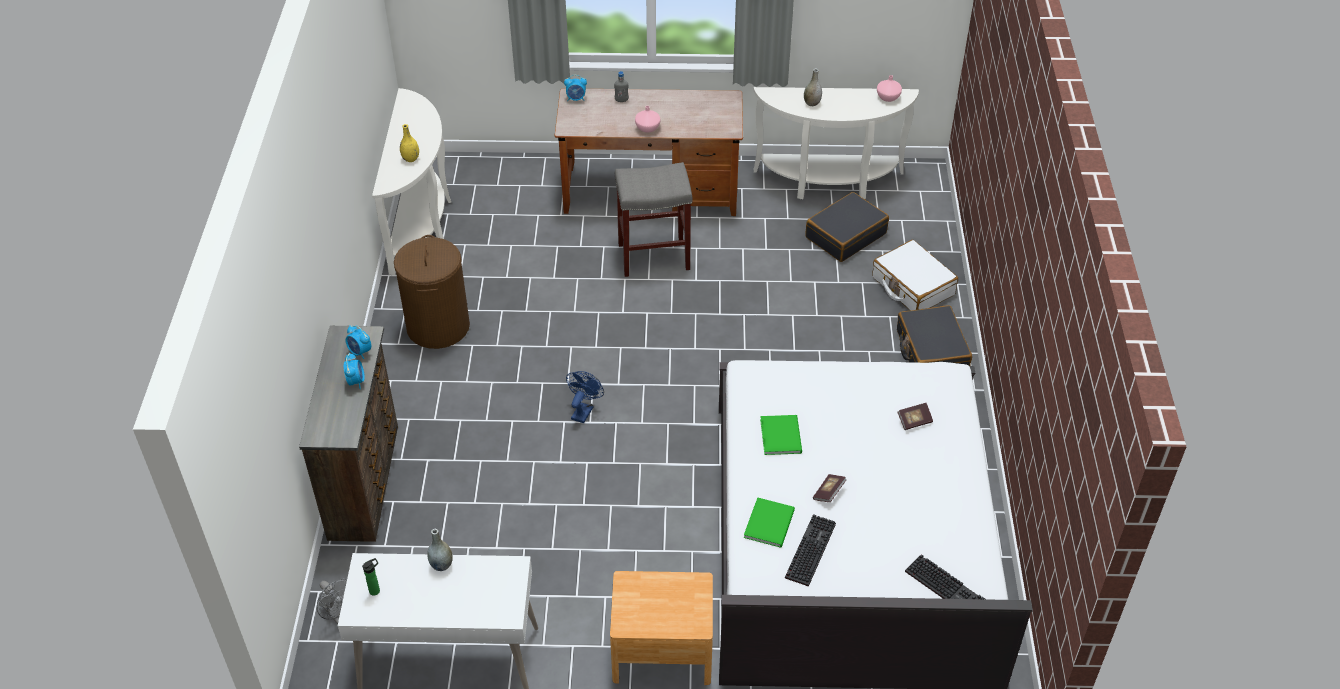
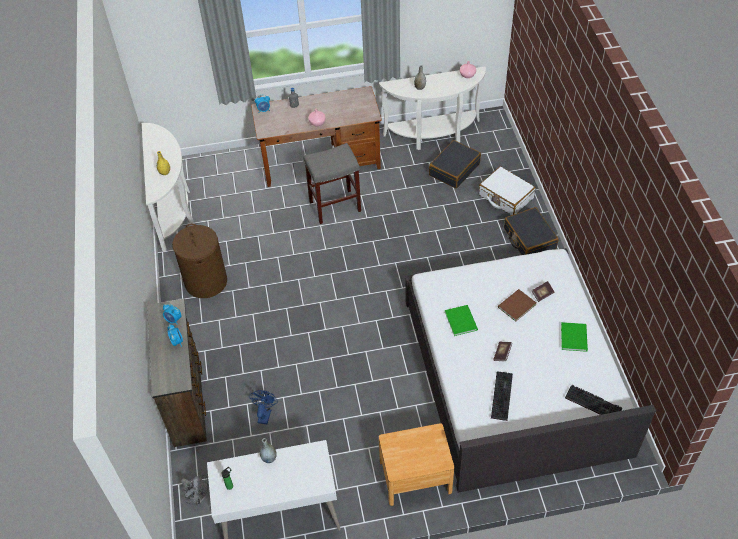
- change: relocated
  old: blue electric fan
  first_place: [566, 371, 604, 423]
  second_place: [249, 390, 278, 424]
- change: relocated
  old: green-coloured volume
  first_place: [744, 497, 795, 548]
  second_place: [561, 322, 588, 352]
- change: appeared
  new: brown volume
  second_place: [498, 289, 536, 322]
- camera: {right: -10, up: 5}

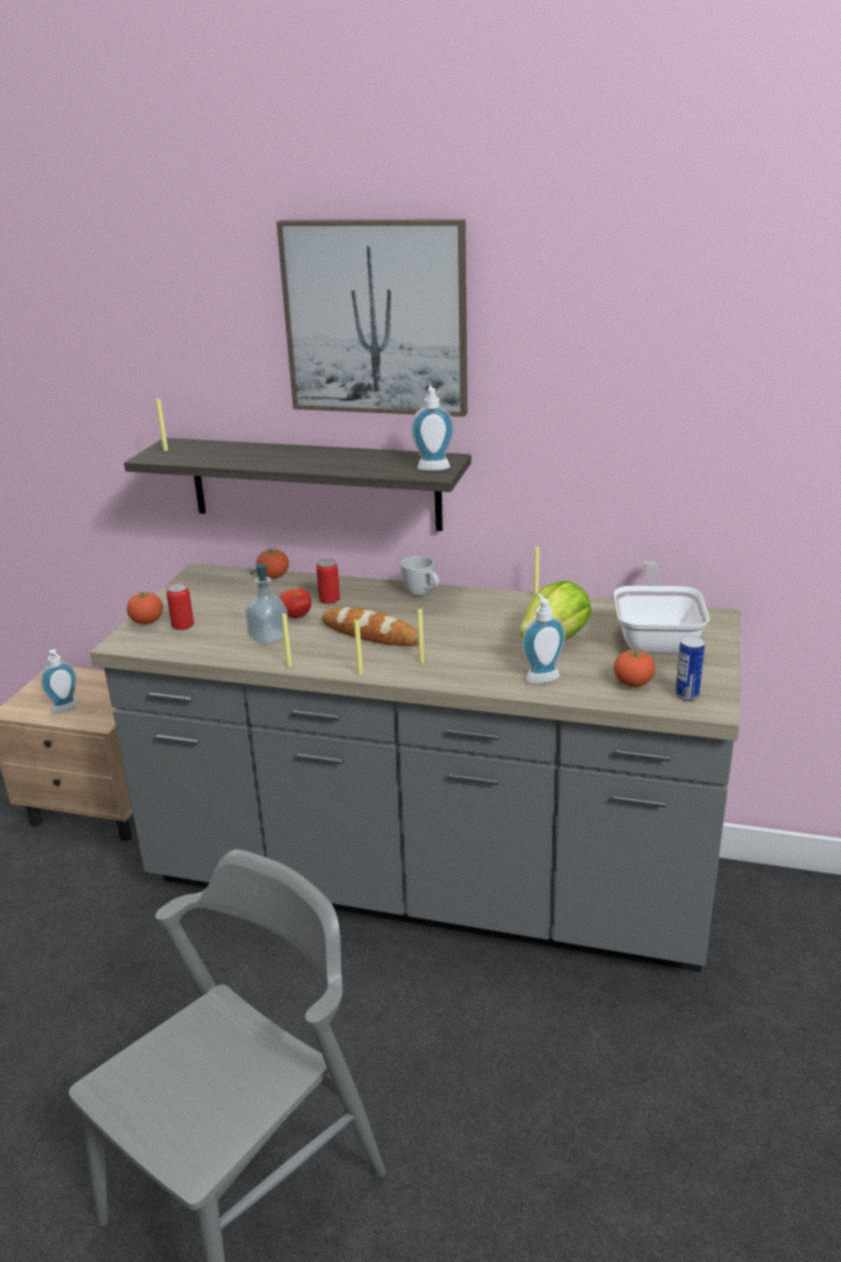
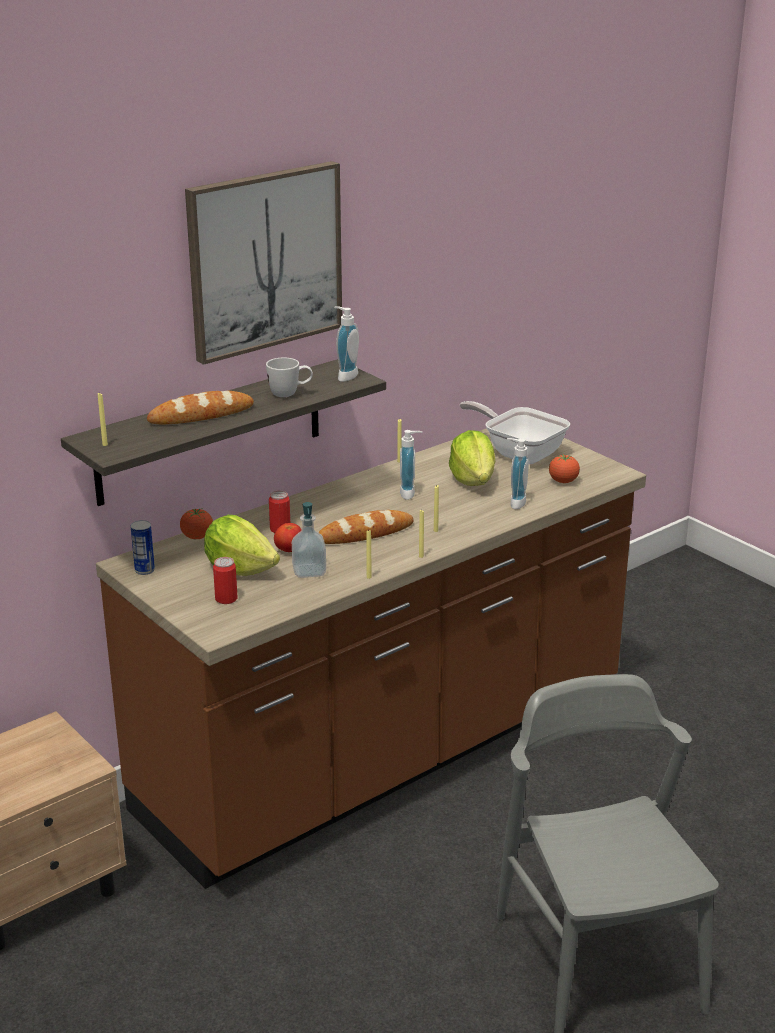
- change: relocated
  old: white mug
  first_place: [401, 556, 440, 596]
  second_place: [266, 357, 313, 397]
- change: colour
  old: gray kitchen counter
  new: brown kitchen counter
  first_place: [90, 563, 740, 972]
  second_place: [96, 428, 646, 889]
- change: missing
  old: tomato
  first_place: [127, 592, 163, 624]
- change: relocated
  old: metal can
  first_place: [675, 636, 705, 701]
  second_place: [131, 520, 155, 575]
- change: relocated
  old: soap bottle
  first_place: [41, 649, 79, 714]
  second_place: [400, 430, 422, 500]
- change: appeared
  new: bakery bread
  second_place: [147, 391, 254, 424]
- change: appeared
  new: lettuce head
  second_place: [204, 515, 280, 576]
- camera: {right: -55, up: 0}

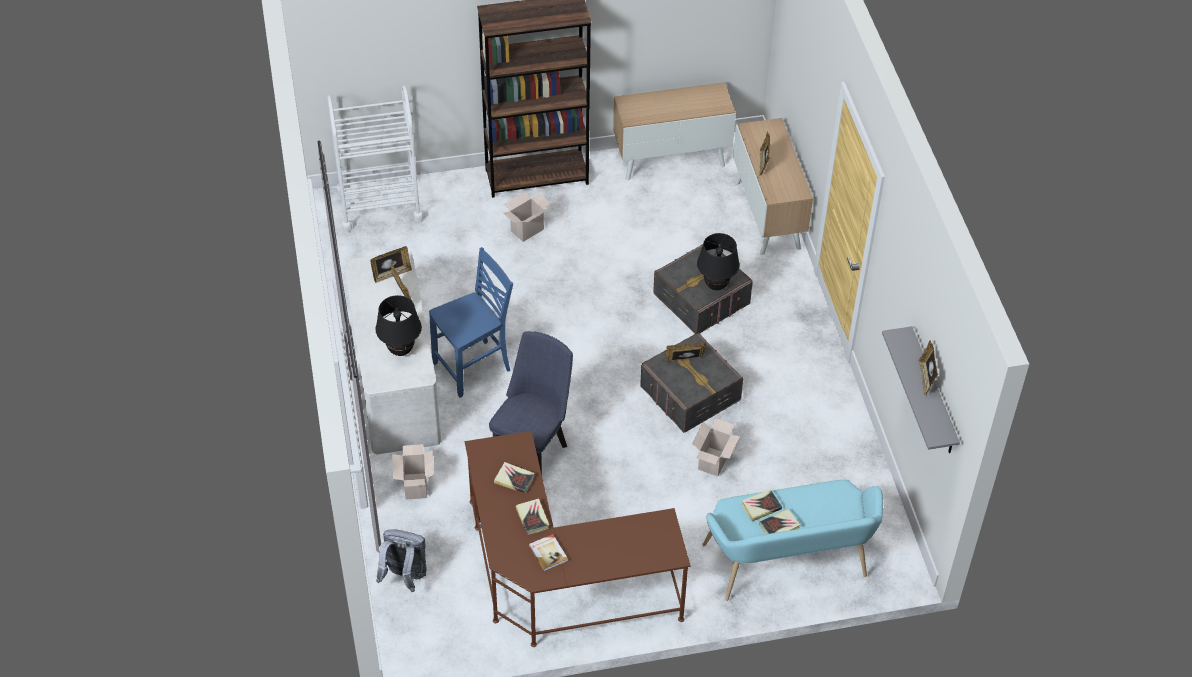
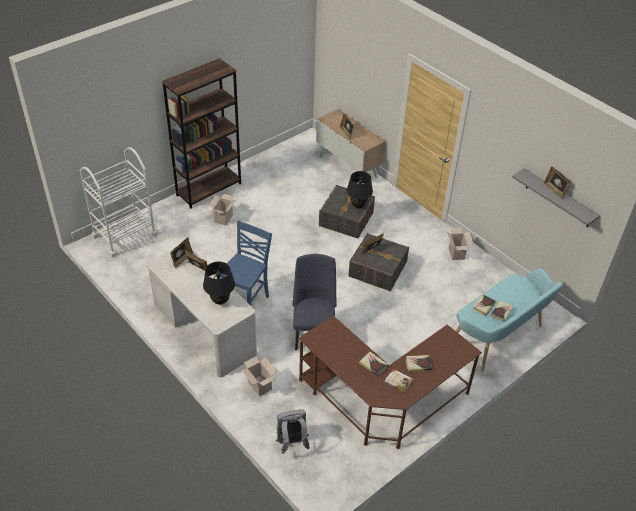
- change: missing
  old: cupboard
  first_place: [613, 82, 736, 180]
- change: relocated
  old: packing box
  first_place: [692, 418, 740, 476]
  second_place: [447, 227, 474, 260]
- change: relocated
  old: volume
  first_place: [494, 462, 535, 494]
  second_place: [406, 355, 432, 372]
- camera: {right: -30, up: -5}

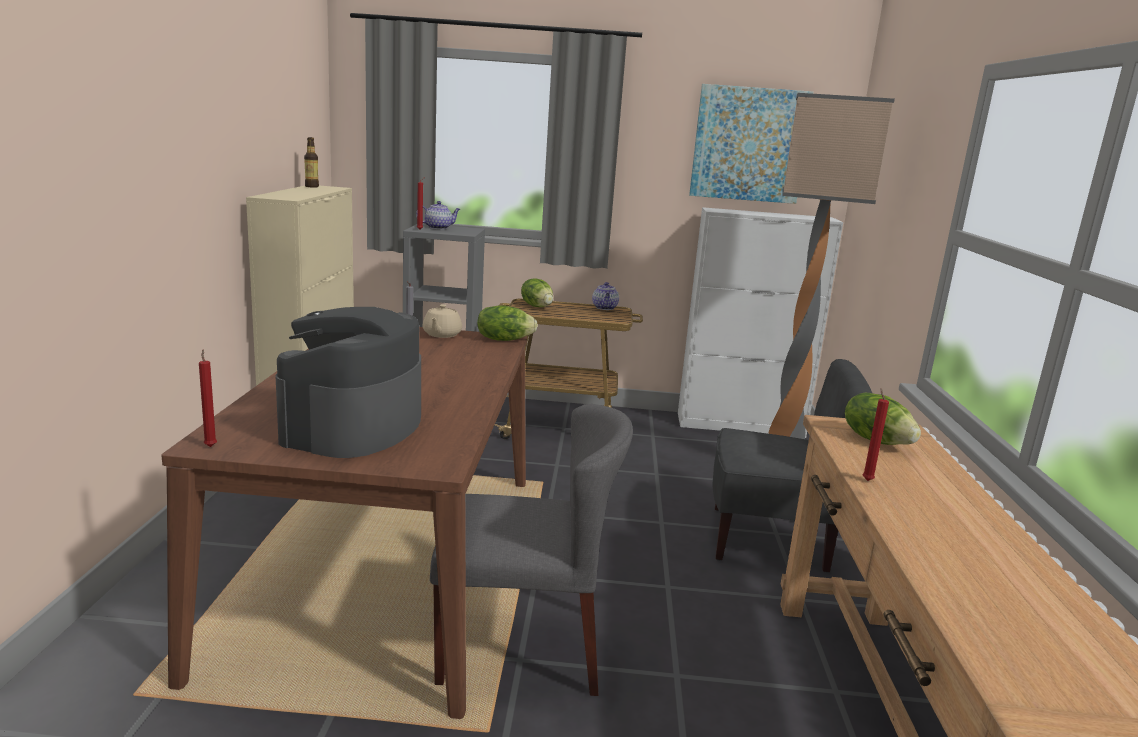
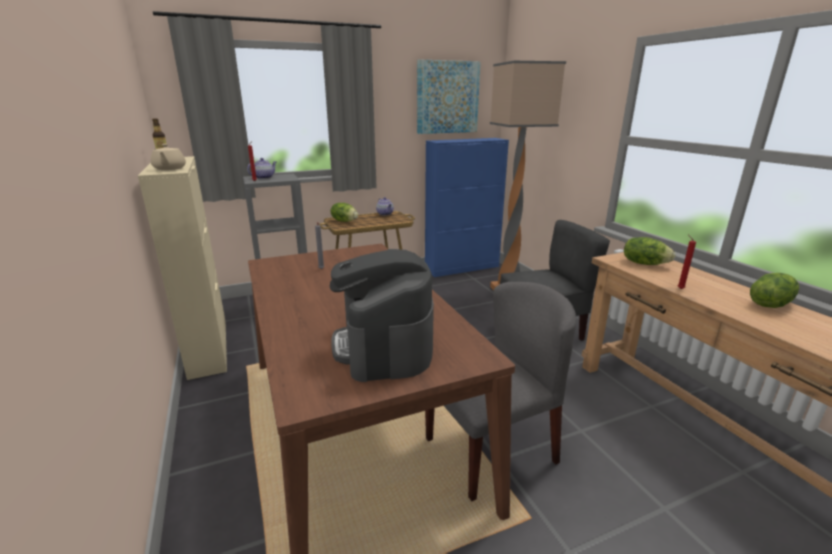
- change: colour
  old: white cupboard
  new: blue cupboard
  first_place: [678, 207, 843, 438]
  second_place: [425, 138, 509, 277]
- change: relocated
  old: beige pot for tea
  first_place: [423, 304, 462, 338]
  second_place: [151, 144, 186, 170]
- change: relocated
  old: lettuce head
  first_place: [477, 305, 538, 341]
  second_place: [750, 273, 799, 308]
- change: missing
  old: reddish wax candle
  first_place: [199, 350, 217, 447]
- camera: {right: -25, up: 5}

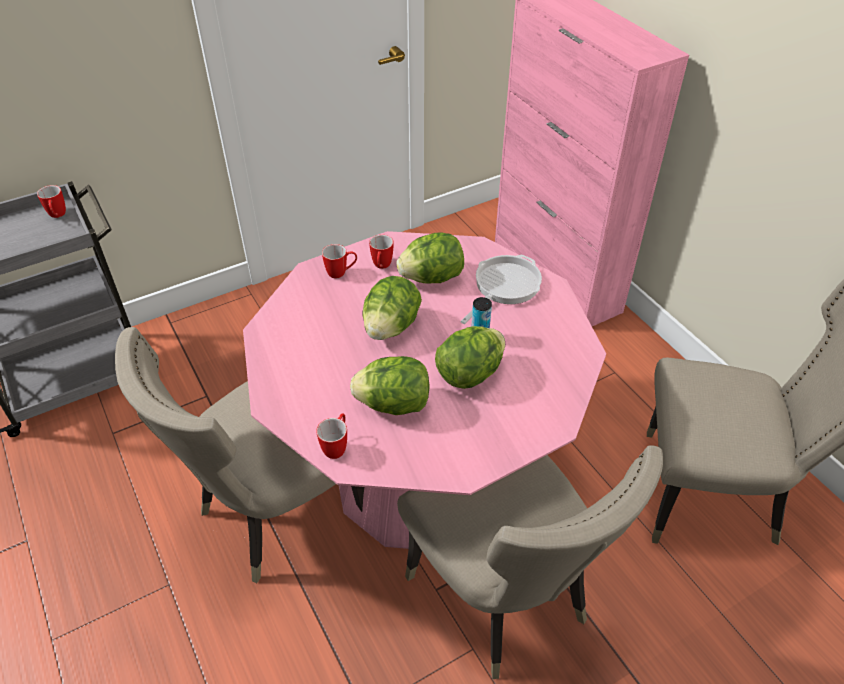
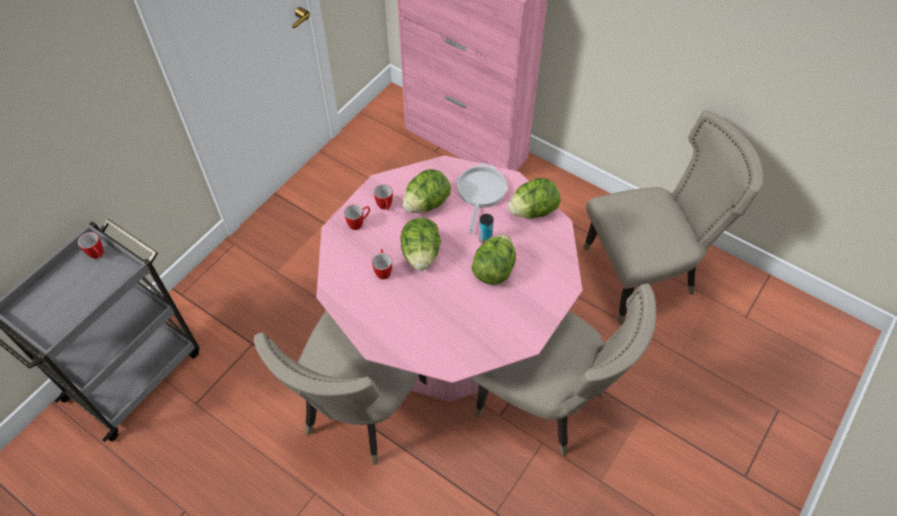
- change: relocated
  old: lettuce head
  first_place: [350, 356, 430, 415]
  second_place: [508, 178, 560, 219]
- change: relocated
  old: mug
  first_place: [316, 414, 347, 459]
  second_place: [372, 249, 392, 279]
- camera: {right: -25, up: 10}

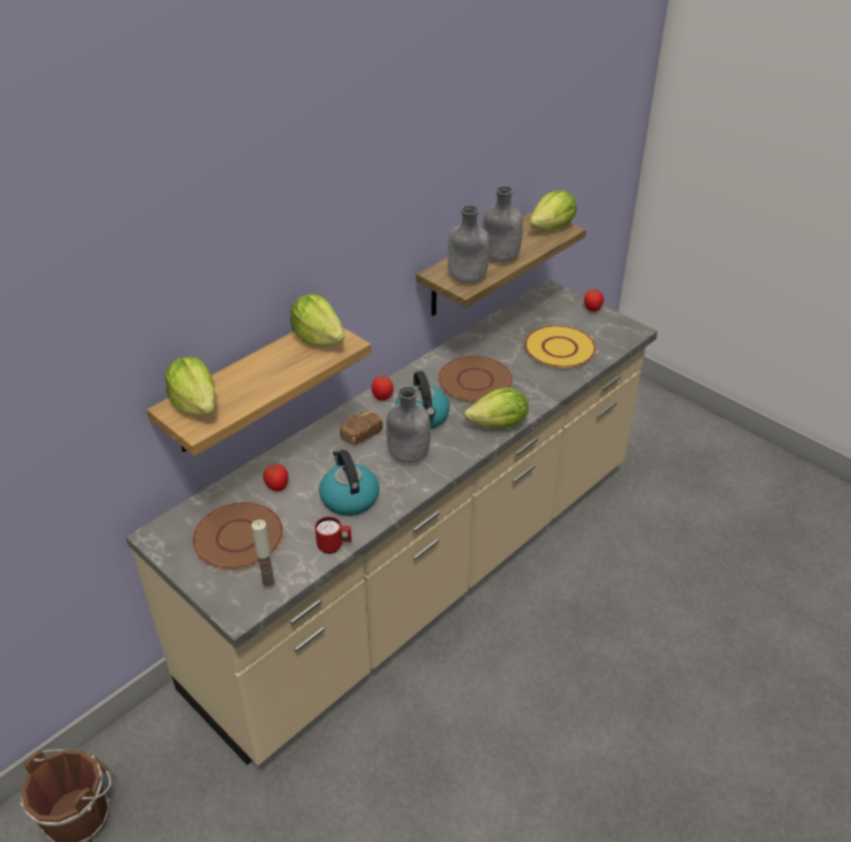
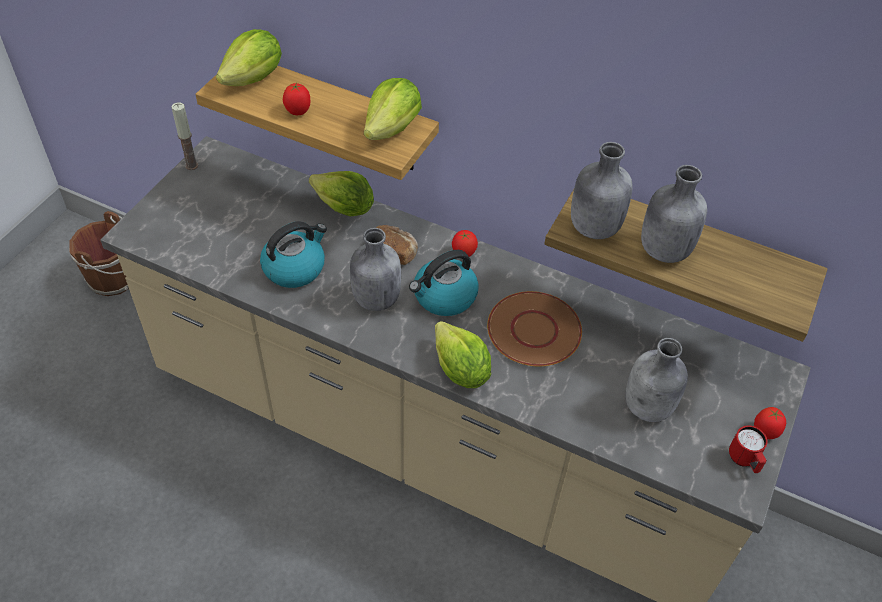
- change: relocated
  old: lettuce head
  first_place: [529, 190, 577, 231]
  second_place: [309, 171, 374, 217]
- change: exchanged
  old: yellow plate
  new: gray bottle
  first_place: [525, 325, 596, 368]
  second_place: [625, 338, 688, 422]
- change: relocated
  old: tomato
  first_place: [263, 464, 289, 491]
  second_place: [283, 82, 310, 115]
- change: missing
  old: brown plate
  first_place: [193, 502, 283, 569]
- change: relocated
  old: reddish mug
  first_place: [315, 516, 352, 554]
  second_place: [729, 425, 767, 473]
- change: relocated
  old: wax candle
  first_place: [251, 520, 276, 589]
  second_place: [171, 102, 198, 170]
- camera: {right: 70, up: 10}

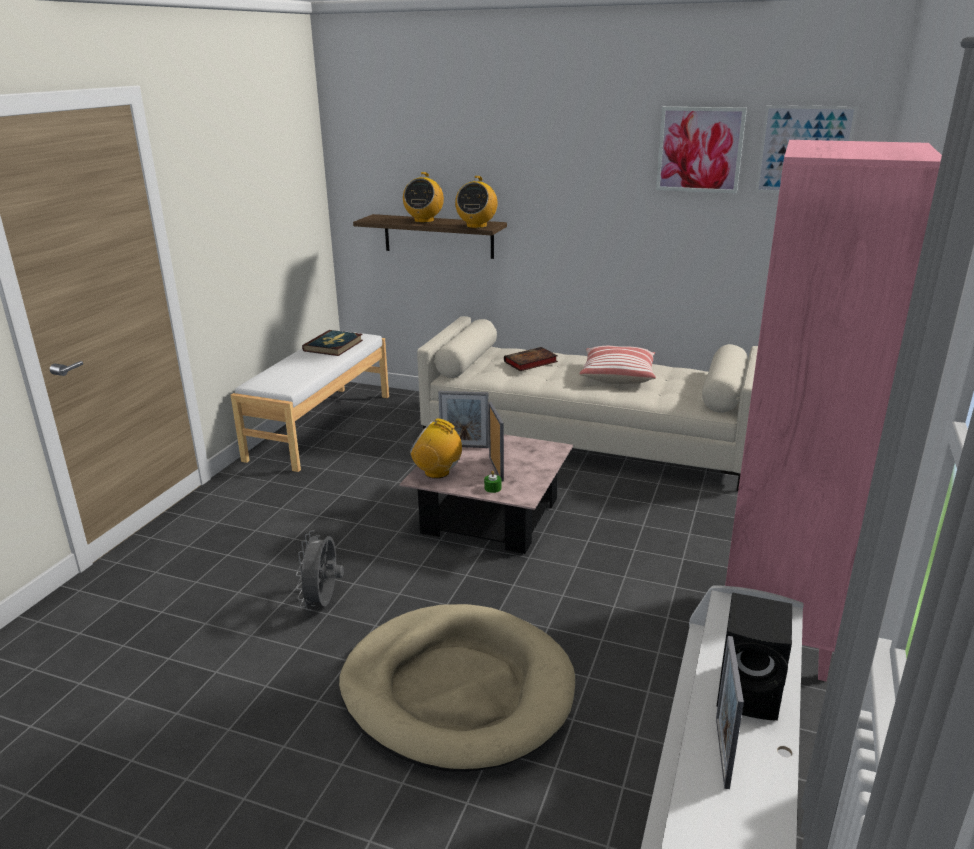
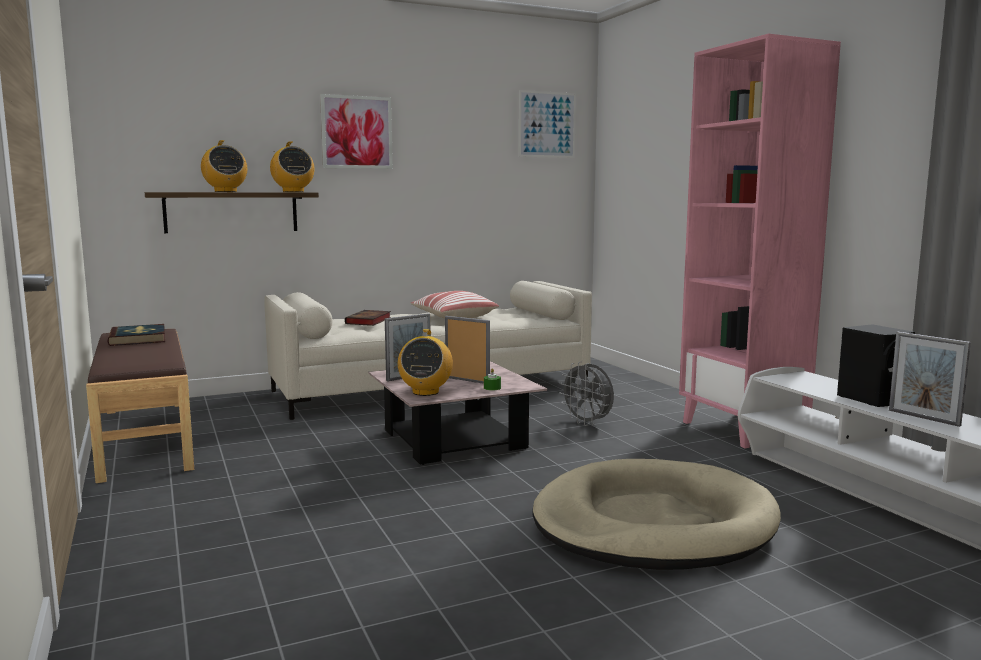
- change: relocated
  old: wall picture
  first_place: [656, 107, 747, 194]
  second_place: [320, 94, 393, 169]
- change: colour
  old: white long seat
  new: brown long seat
  first_place: [231, 331, 389, 472]
  second_place: [86, 329, 194, 483]
- change: spun
  old: radio
  first_place: [410, 418, 466, 479]
  second_place: [398, 329, 453, 396]
  degrees: -60
- change: relocated
  old: gray electric fan
  first_place: [296, 531, 344, 610]
  second_place: [559, 362, 614, 426]
- camera: {right: -45, up: -15}

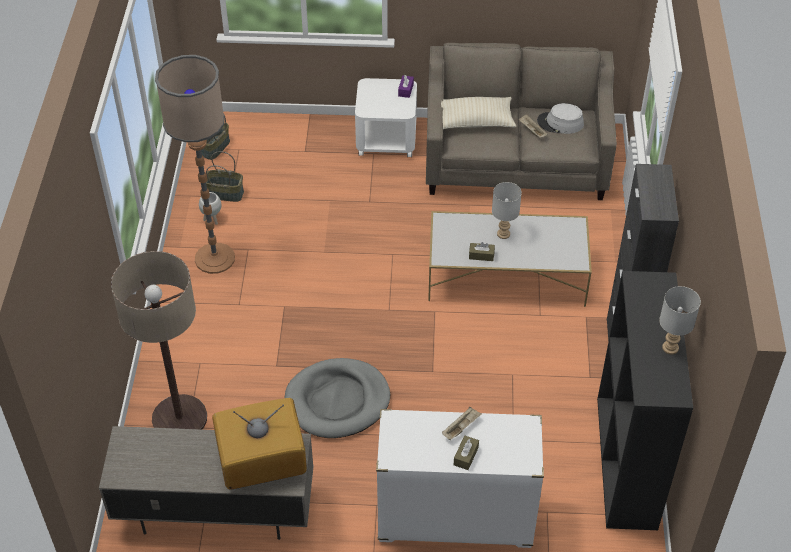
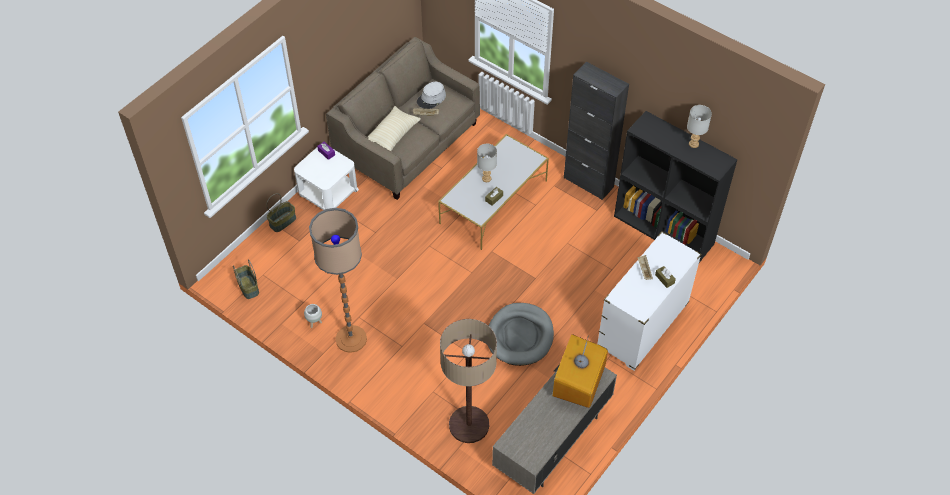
- change: relocated
  old: basket
  first_place: [206, 151, 244, 202]
  second_place: [266, 193, 296, 232]
- camera: {right: -55, up: 5}

